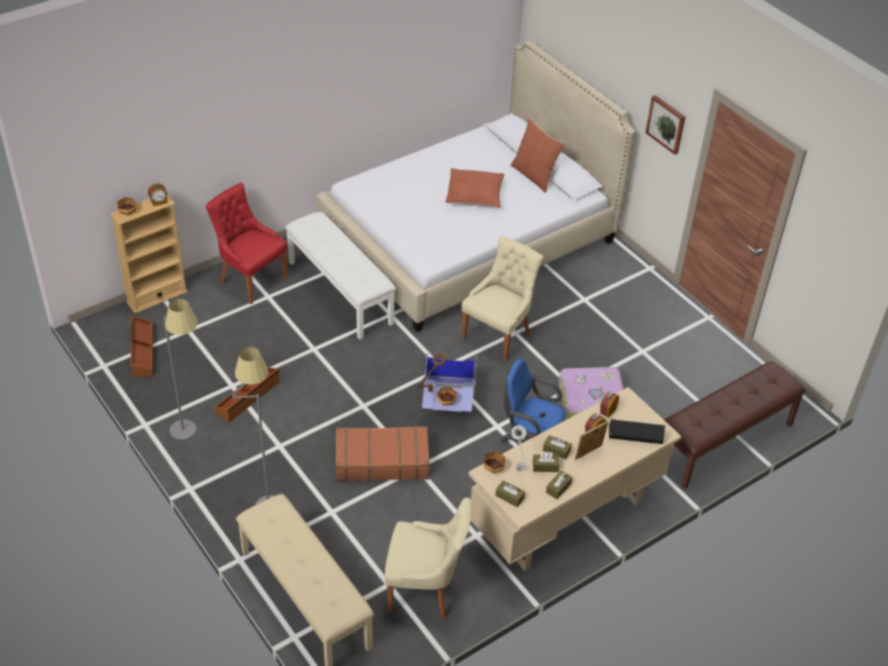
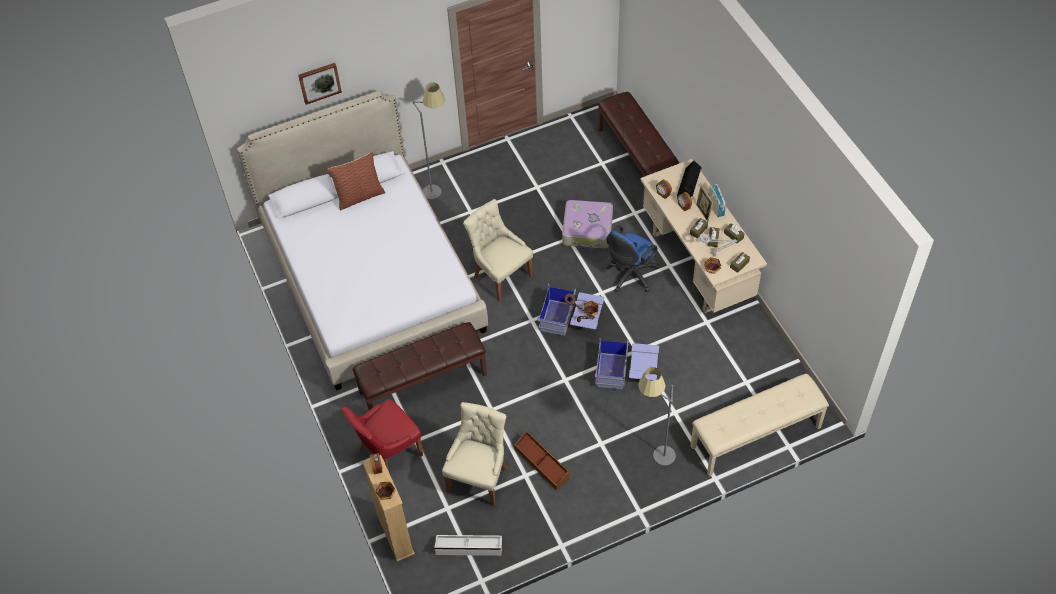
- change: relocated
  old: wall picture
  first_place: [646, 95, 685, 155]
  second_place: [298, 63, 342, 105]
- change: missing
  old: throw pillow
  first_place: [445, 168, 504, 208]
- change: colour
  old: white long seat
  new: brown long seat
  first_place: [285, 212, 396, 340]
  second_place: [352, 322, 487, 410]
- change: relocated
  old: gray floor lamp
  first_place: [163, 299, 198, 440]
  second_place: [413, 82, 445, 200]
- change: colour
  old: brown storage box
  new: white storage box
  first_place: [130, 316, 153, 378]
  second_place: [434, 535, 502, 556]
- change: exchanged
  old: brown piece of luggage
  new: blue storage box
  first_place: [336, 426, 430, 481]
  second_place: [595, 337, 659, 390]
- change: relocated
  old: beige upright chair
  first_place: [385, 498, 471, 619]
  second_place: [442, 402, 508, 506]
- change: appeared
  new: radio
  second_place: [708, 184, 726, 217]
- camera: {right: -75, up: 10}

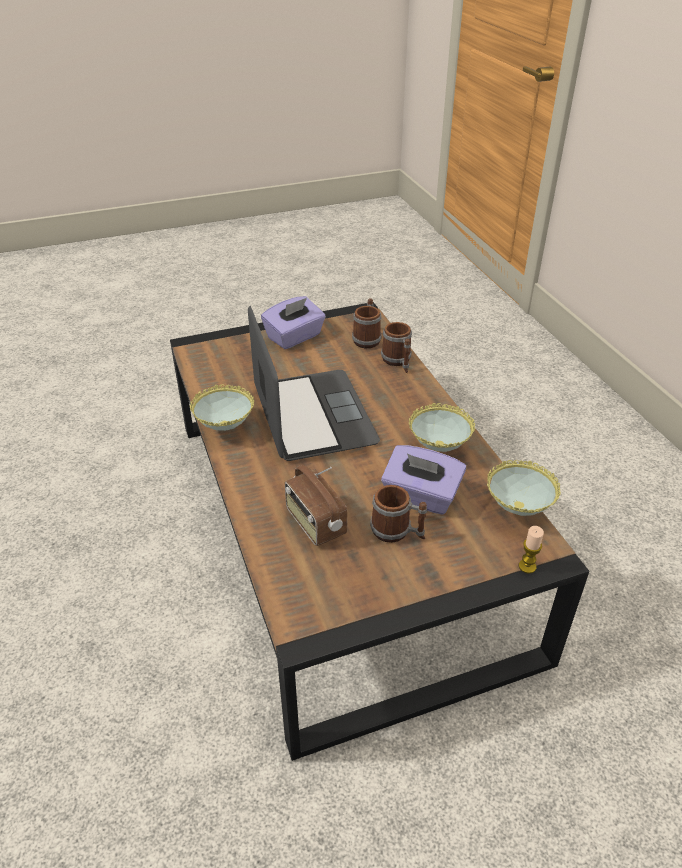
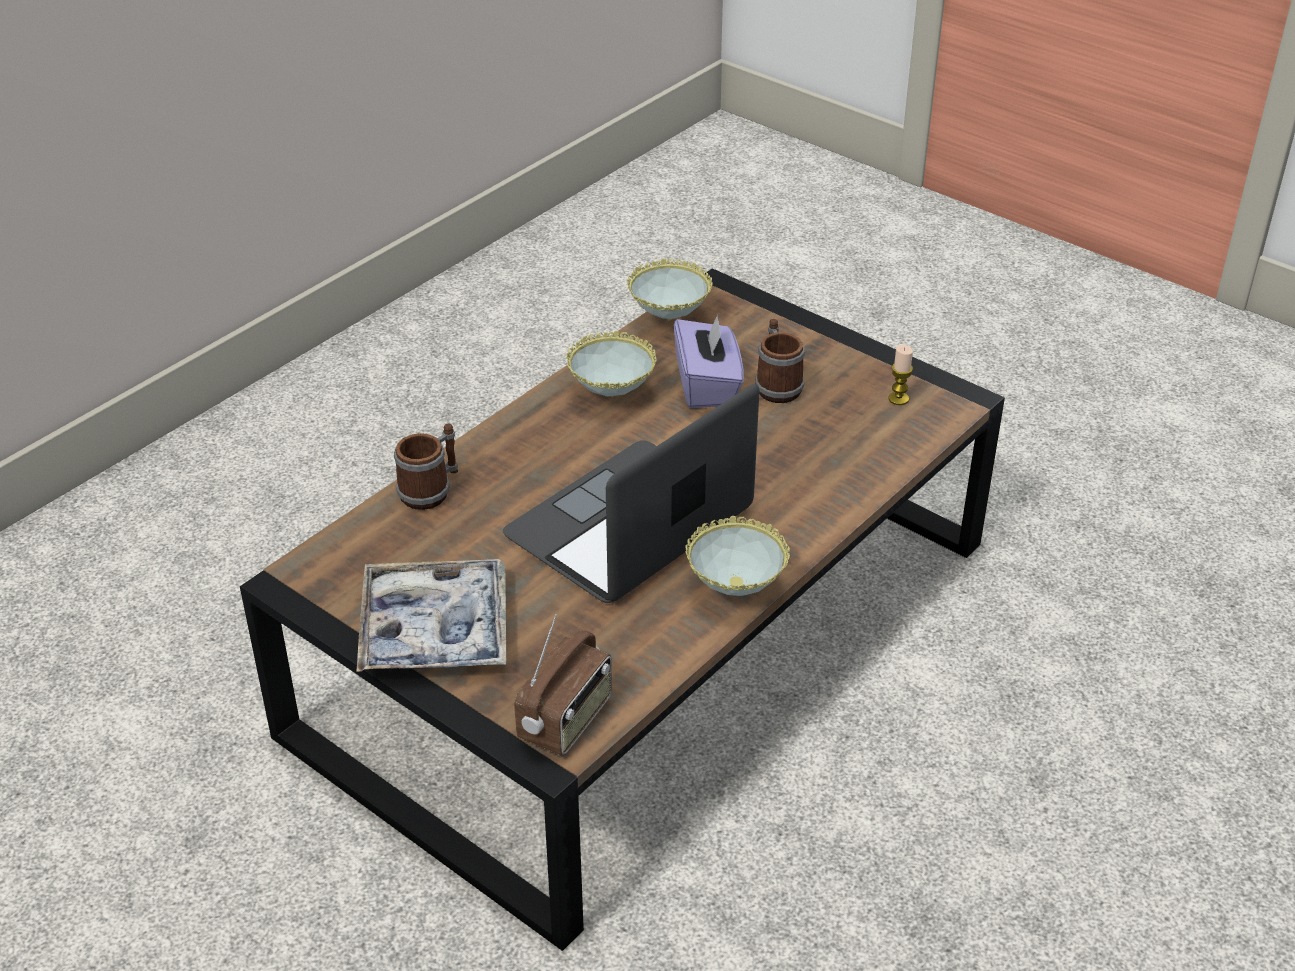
- change: exchanged
  old: purplish box of tissues
  new: serving tray
  first_place: [261, 296, 326, 349]
  second_place: [356, 559, 507, 672]
- change: missing
  old: mug
  first_place: [352, 298, 382, 348]
- change: relocated
  old: radio
  first_place: [285, 465, 347, 546]
  second_place: [514, 614, 612, 756]
- change: relocated
  old: wax candle
  first_place: [519, 526, 544, 574]
  second_place: [888, 345, 913, 405]
- camera: {right: -120, up: 0}

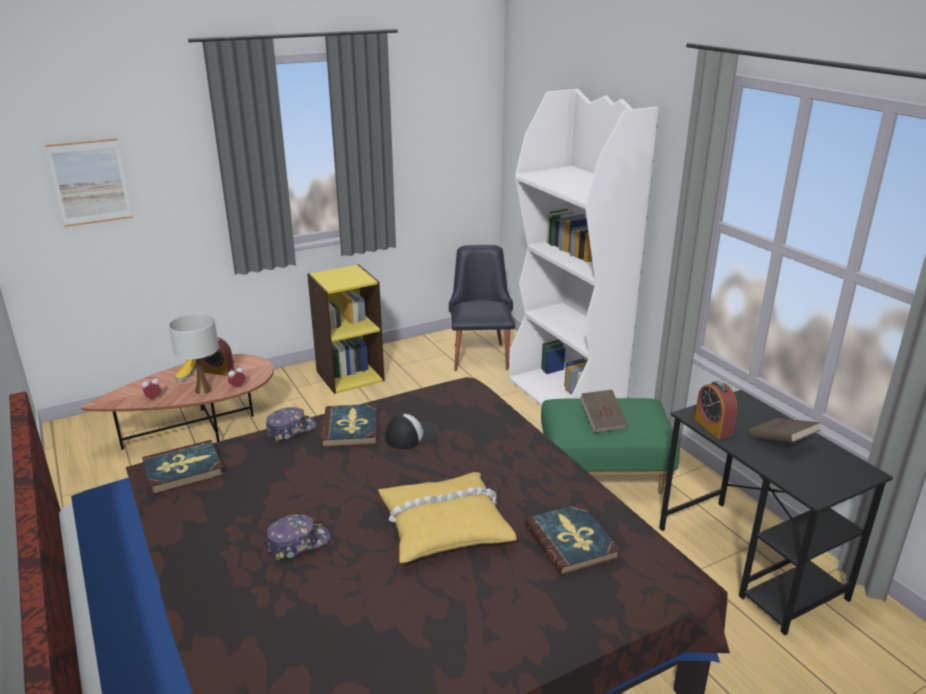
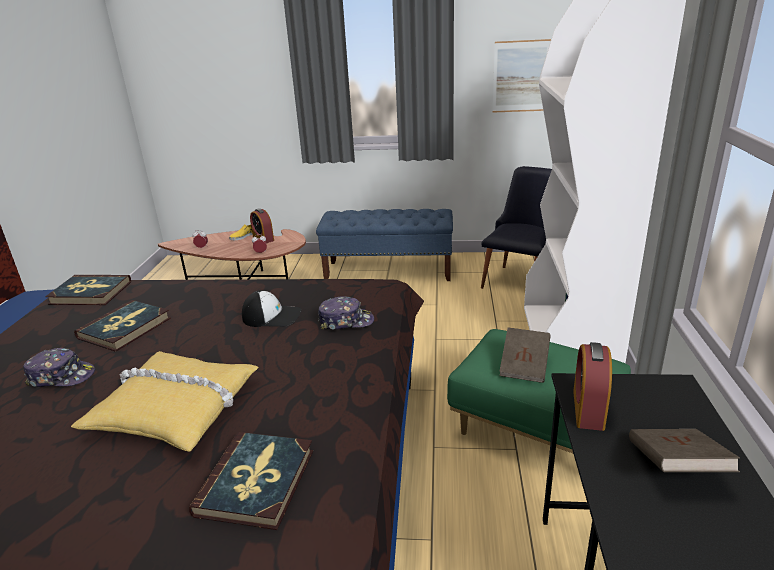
- change: relocated
  old: wall picture
  first_place: [45, 138, 133, 227]
  second_place: [493, 39, 551, 112]
- change: exchanged
  old: yellow shelving unit
  new: blue long seat
  first_place: [307, 264, 385, 394]
  second_place: [316, 209, 453, 281]
- change: missing
  old: white table lamp
  first_place: [169, 313, 219, 394]
- change: relocated
  old: volume
  first_place: [321, 404, 377, 448]
  second_place: [74, 300, 171, 352]
- change: relocated
  old: cap
  first_place: [266, 407, 317, 442]
  second_place: [318, 296, 374, 330]
- camera: {right: 35, up: 0}

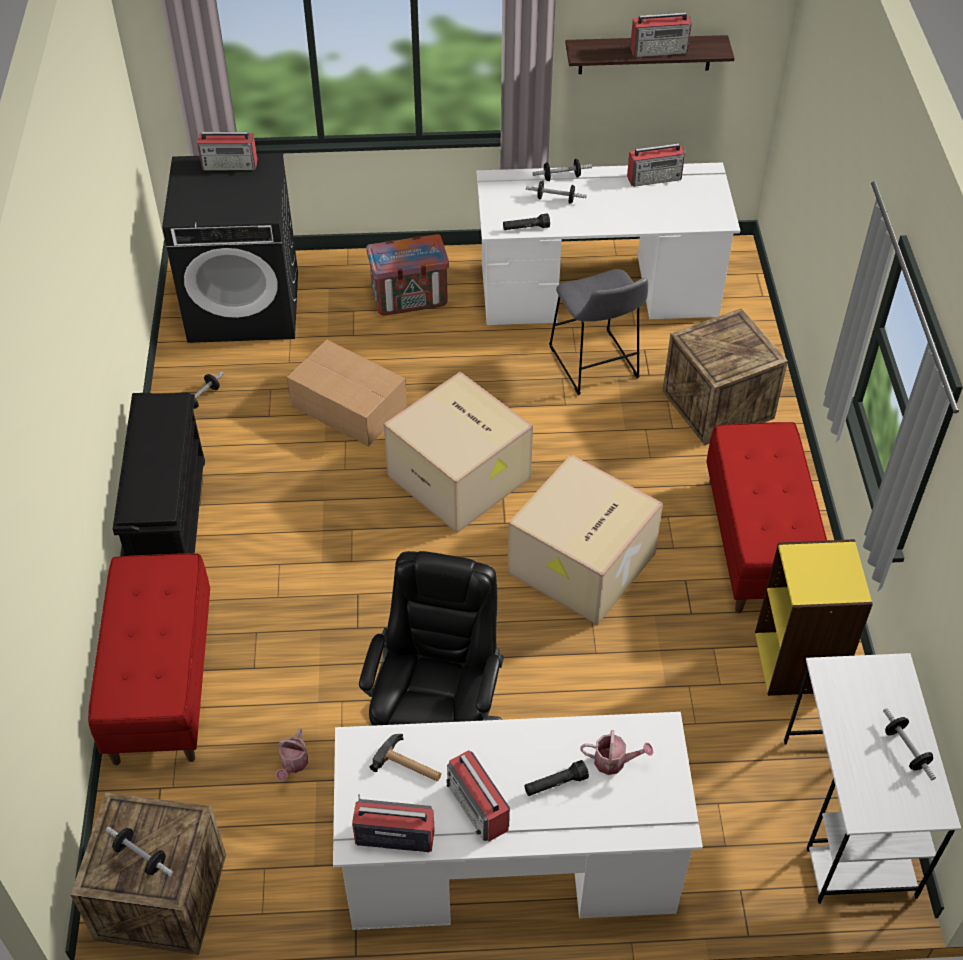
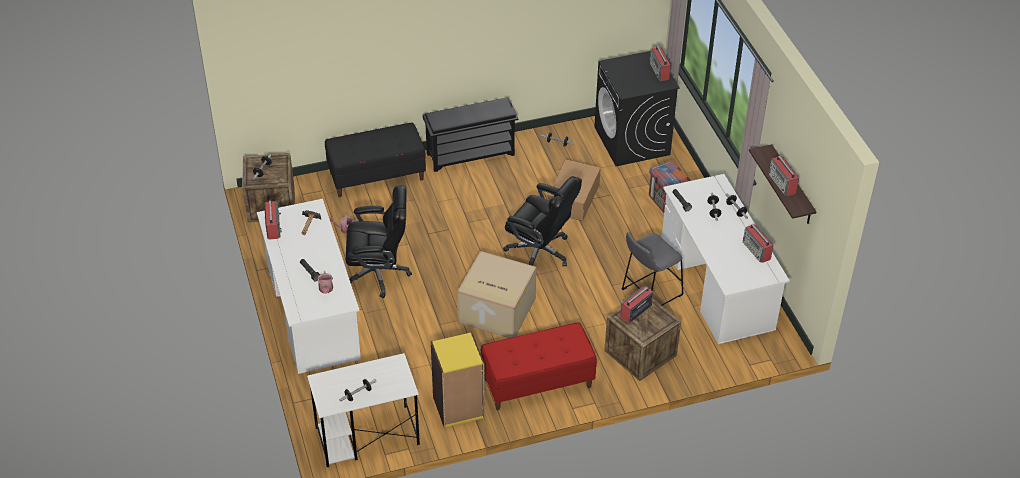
- change: exchanged
  old: packing box
  new: blackish desk chair
  first_place: [384, 372, 533, 533]
  second_place: [503, 176, 582, 267]
- change: colour
  old: reddish long seat
  new: blackish long seat
  first_place: [88, 553, 210, 765]
  second_place: [325, 123, 426, 197]
- change: relocated
  old: radio
  first_place: [446, 750, 510, 842]
  second_place: [621, 286, 653, 323]
- camera: {right: 75, up: -5}

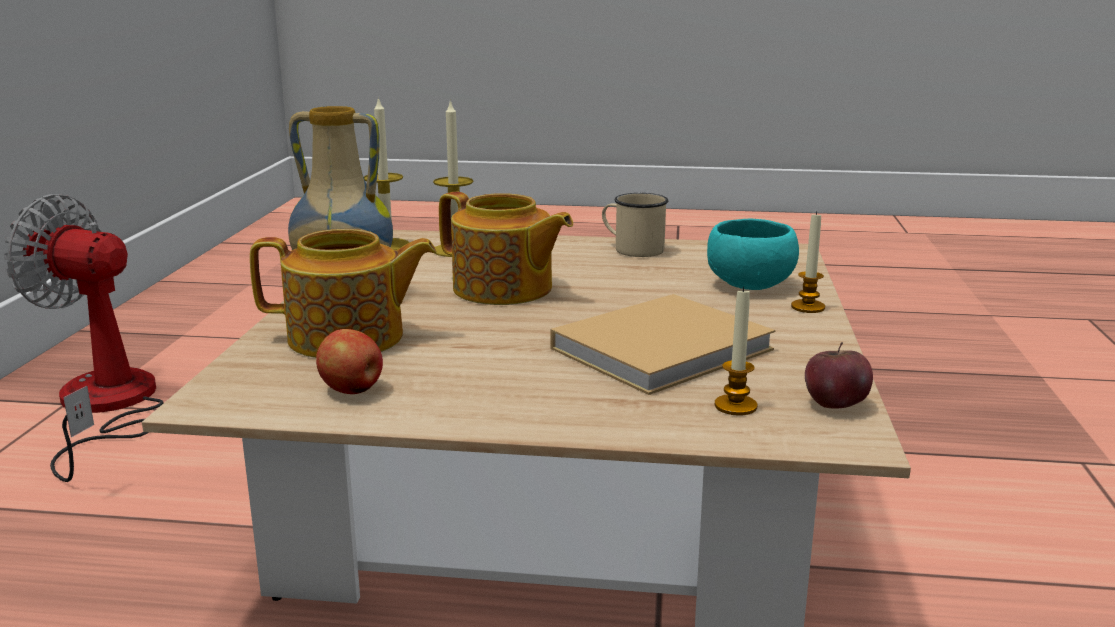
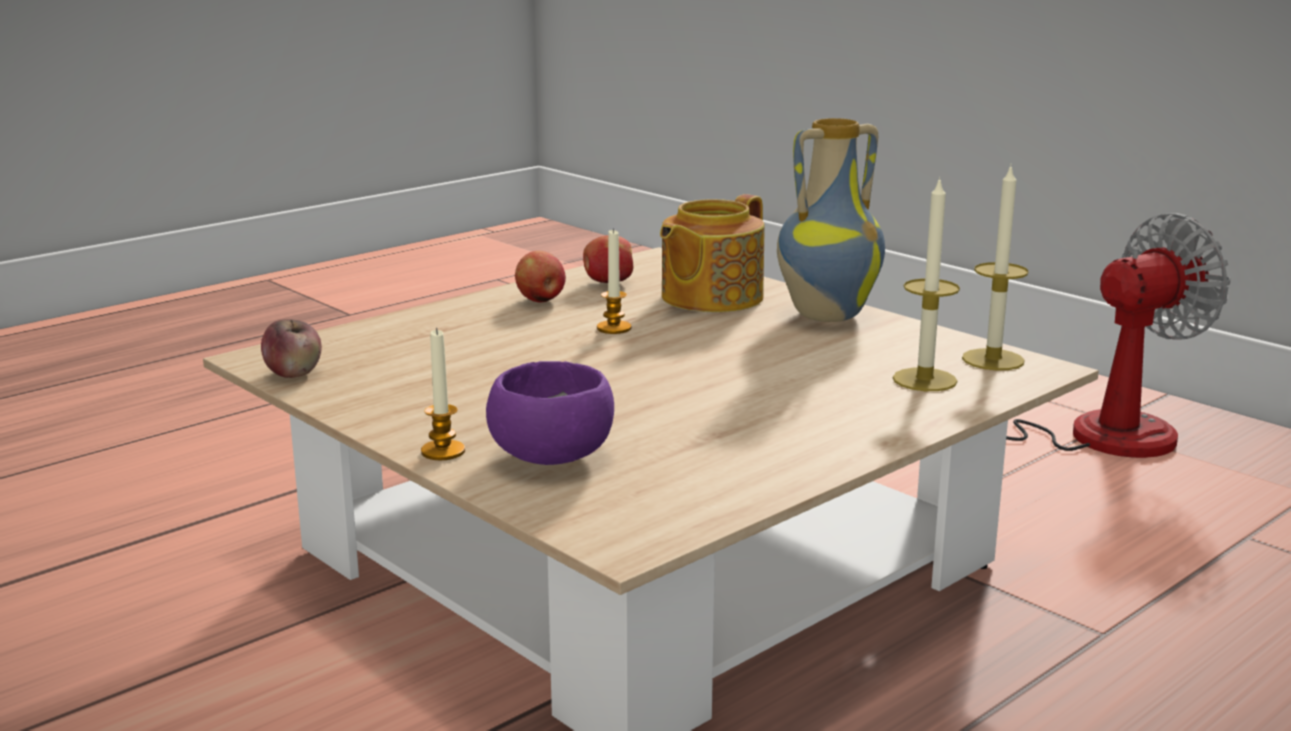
- change: missing
  old: pot for tea
  first_place: [439, 191, 573, 305]
- change: missing
  old: beige mug
  first_place: [602, 193, 668, 257]
- change: colour
  old: turquoise deep dish
  new: purplish deep dish
  first_place: [707, 219, 799, 290]
  second_place: [486, 361, 614, 465]
- change: relocated
  old: wax candle
  first_place: [715, 287, 757, 416]
  second_place: [597, 228, 631, 334]
- change: missing
  old: beige volume
  first_place: [550, 294, 775, 395]
- change: appeared
  new: apple
  second_place: [515, 251, 566, 302]
- camera: {right: 130, up: 0}

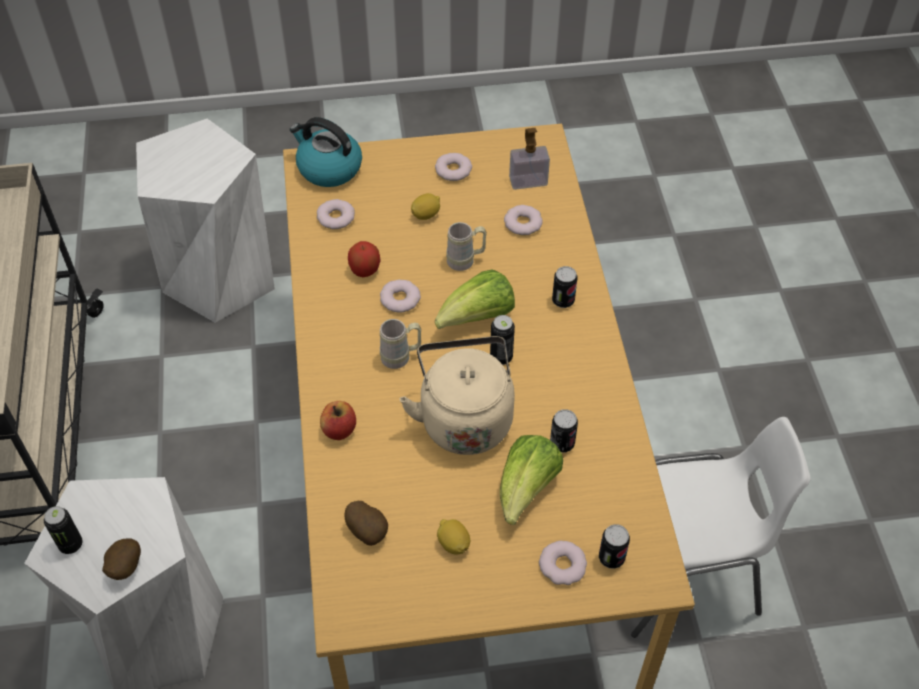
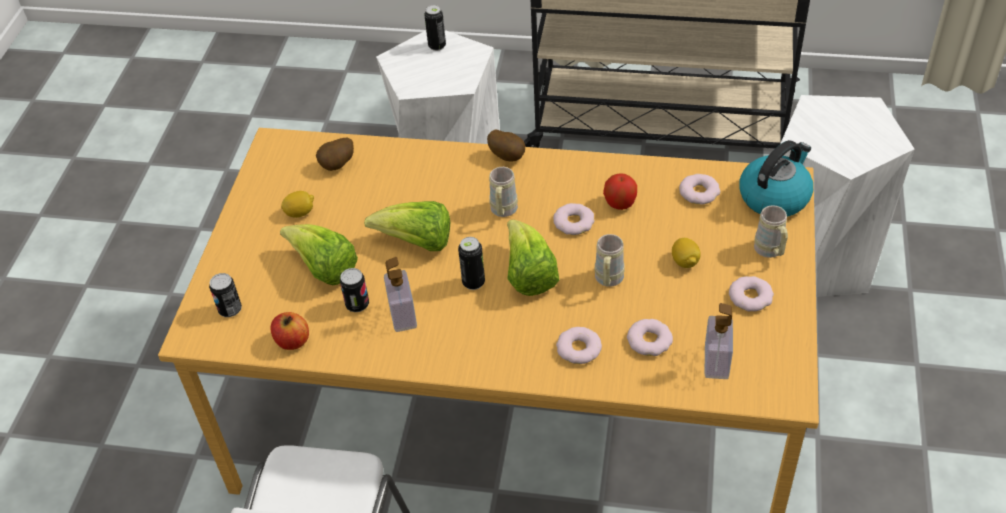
- change: missing
  old: metal can
  first_place: [552, 266, 577, 308]
- change: exchanged
  old: beige water kettle
  new: lettuce head
  first_place: [399, 336, 515, 455]
  second_place: [364, 201, 450, 251]
- change: relocated
  old: apple
  first_place: [320, 401, 356, 440]
  second_place: [271, 312, 309, 350]
- change: relocated
  old: potato
  first_place: [102, 539, 141, 580]
  second_place: [487, 129, 525, 162]
- change: relocated
  old: ring doughnut
  first_place: [539, 541, 587, 585]
  second_place: [556, 327, 602, 364]
- change: appeared
  new: beige mug
  second_place: [754, 205, 788, 258]
- change: appeared
  new: soap bottle
  second_place: [384, 257, 417, 332]
- camera: {right: 110, up: -5}

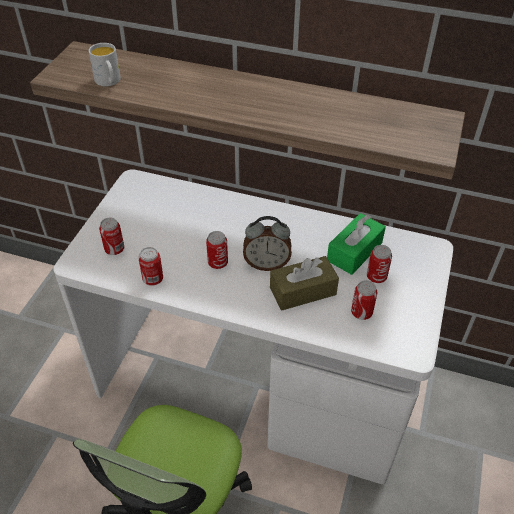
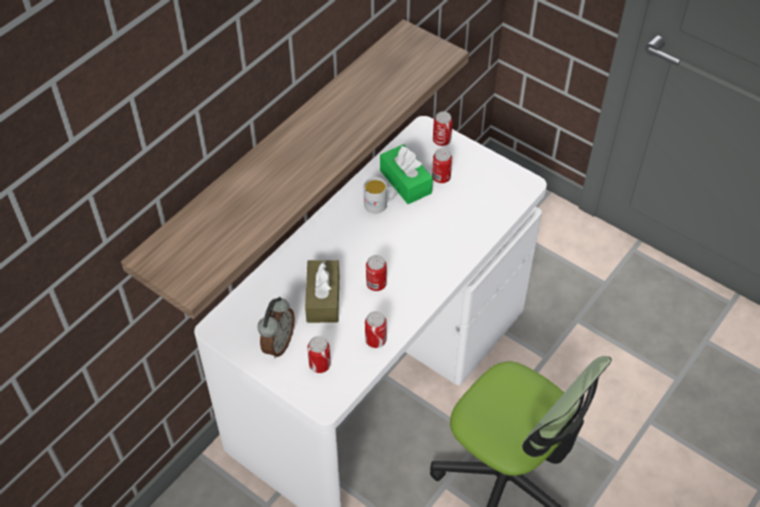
- change: relocated
  old: white mug
  first_place: [89, 43, 121, 86]
  second_place: [364, 177, 396, 214]
- change: relocated
  old: bedside clock
  first_place: [243, 216, 292, 271]
  second_place: [257, 297, 295, 358]
- change: relocated
  old: brown box of tissues
  first_place: [270, 256, 339, 311]
  second_place: [305, 260, 339, 323]
- change: relocated
  old: metal can
  first_place: [351, 280, 377, 320]
  second_place: [433, 111, 453, 146]
- camera: {right: -70, up: 5}

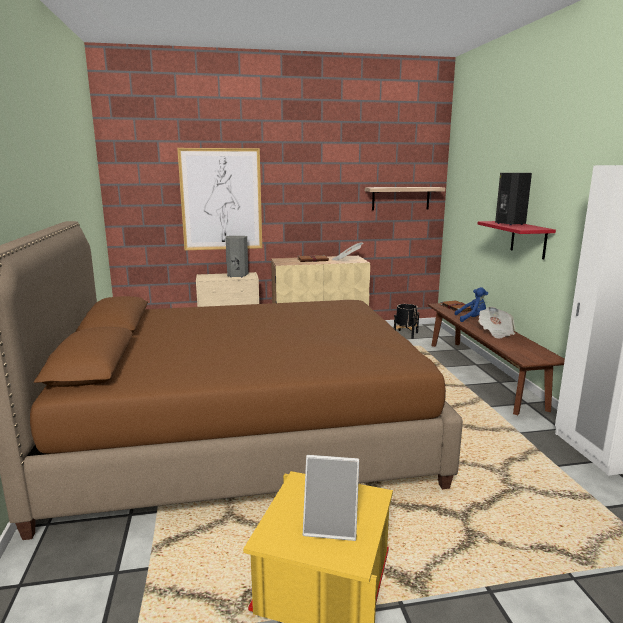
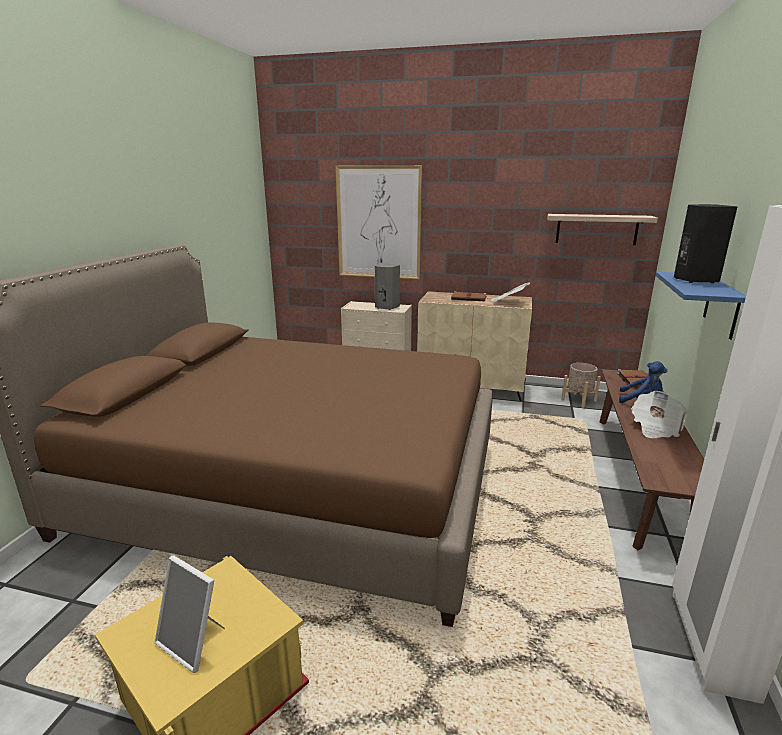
- change: colour
  old: reddish wall shelf
  new: blue wall shelf
  first_place: [478, 221, 556, 259]
  second_place: [656, 272, 746, 340]
- change: colour
  old: blackish planter
  new: beige planter
  first_place: [394, 304, 419, 339]
  second_place: [561, 363, 601, 408]
- camera: {right: 25, up: 5}

